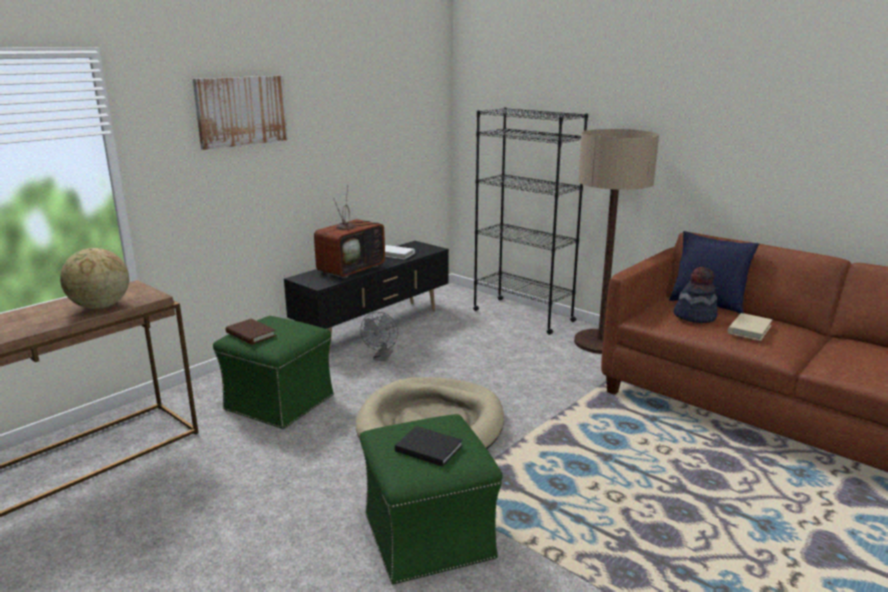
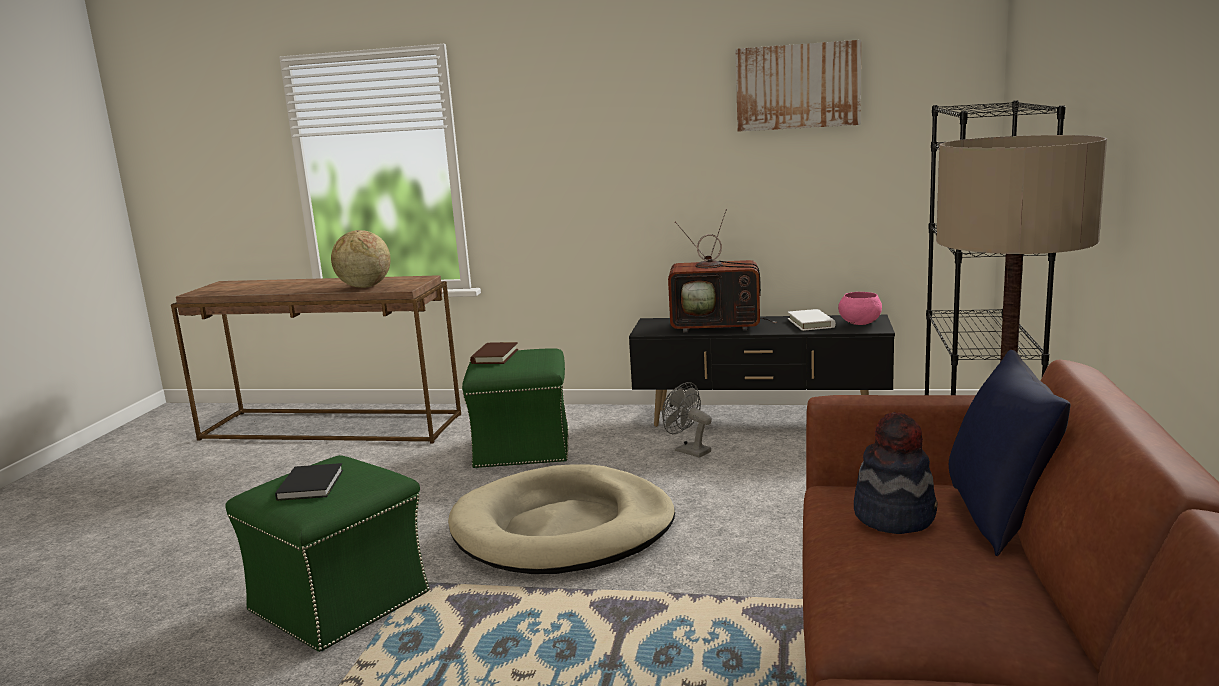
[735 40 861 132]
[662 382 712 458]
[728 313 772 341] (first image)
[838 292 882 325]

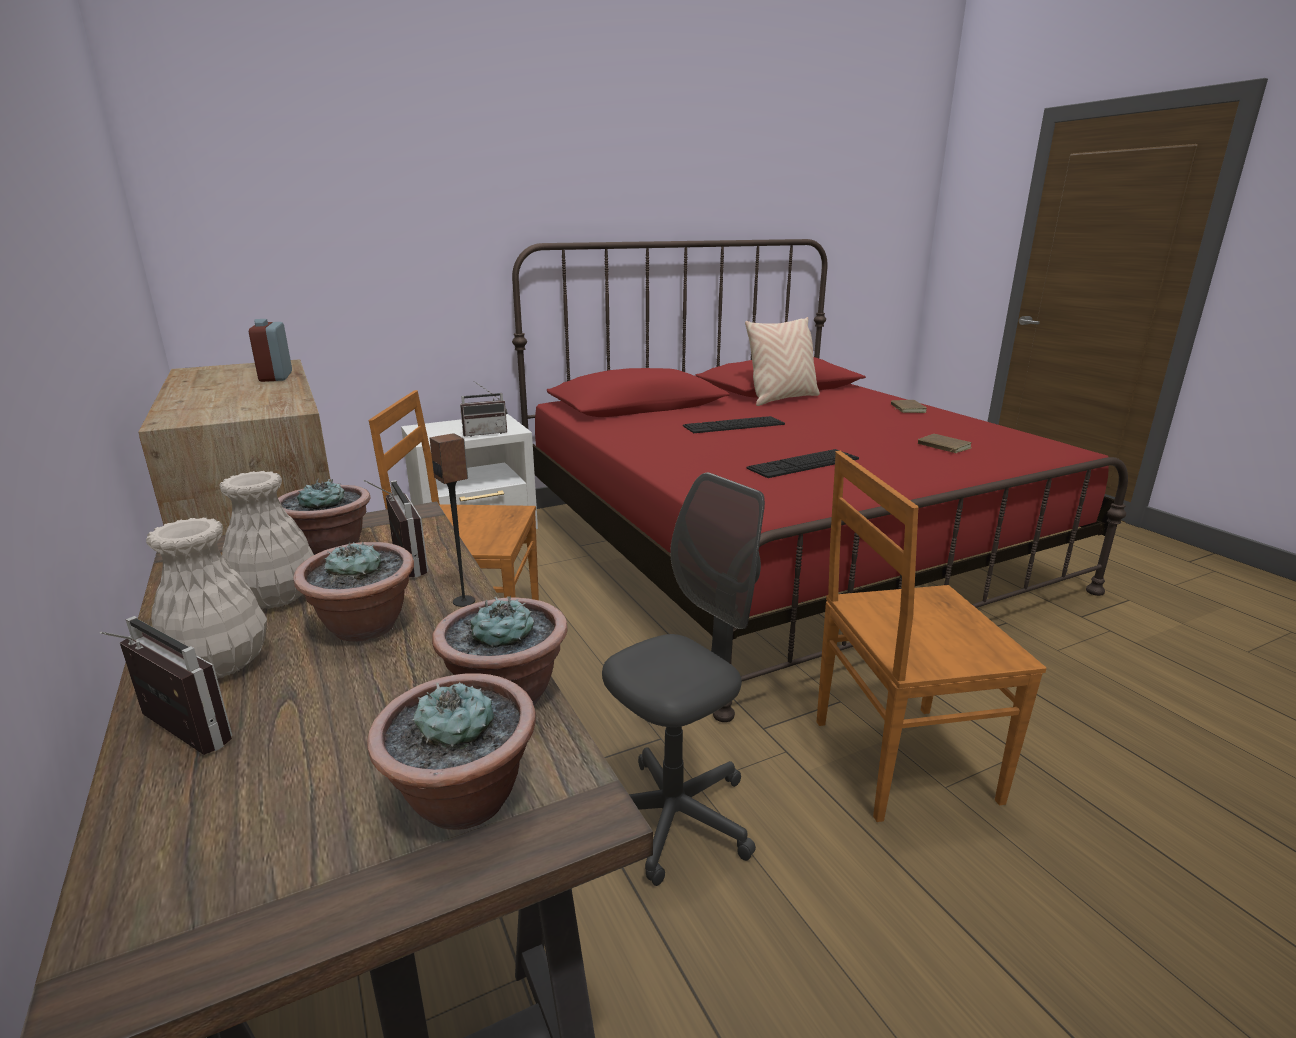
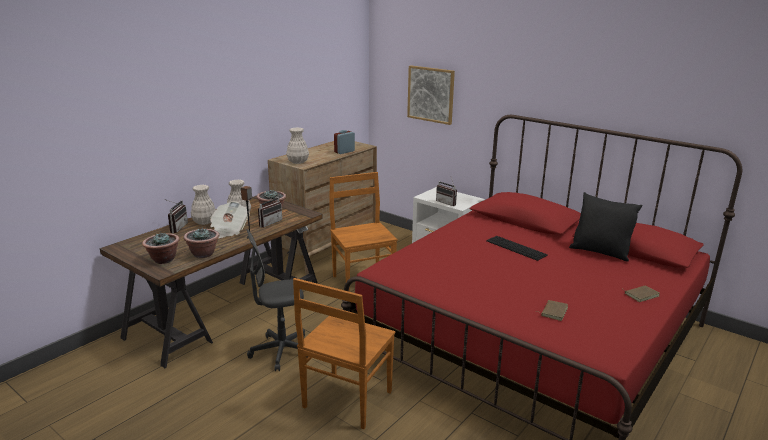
[569 192 643 262]
[746 449 859 478] (first image)
[293 278 395 429]
[246 229 308 371]
[210 201 250 238]
[407 65 455 125]
[286 127 309 164]

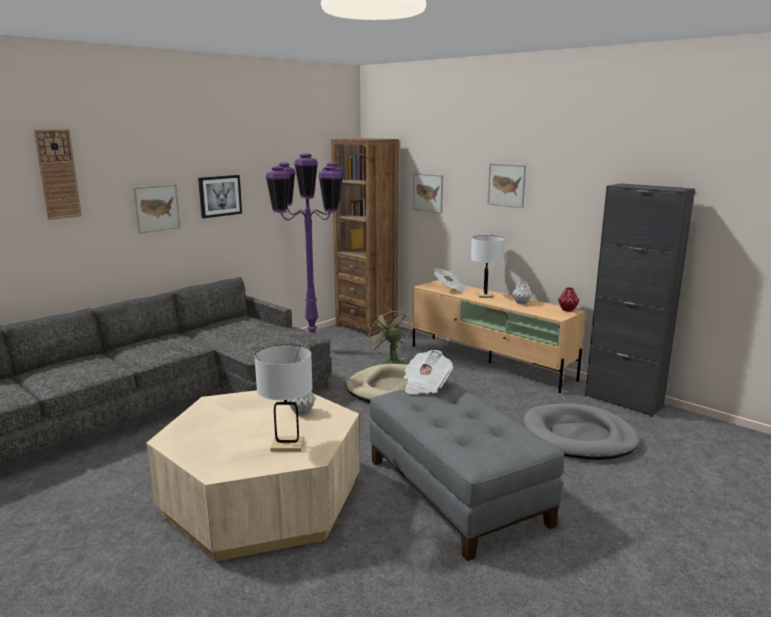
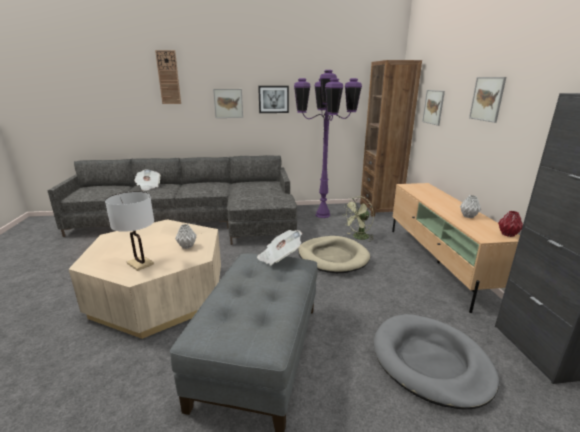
[471 235 505 298] (first image)
[134 169 161 191]
[344 196 374 242]

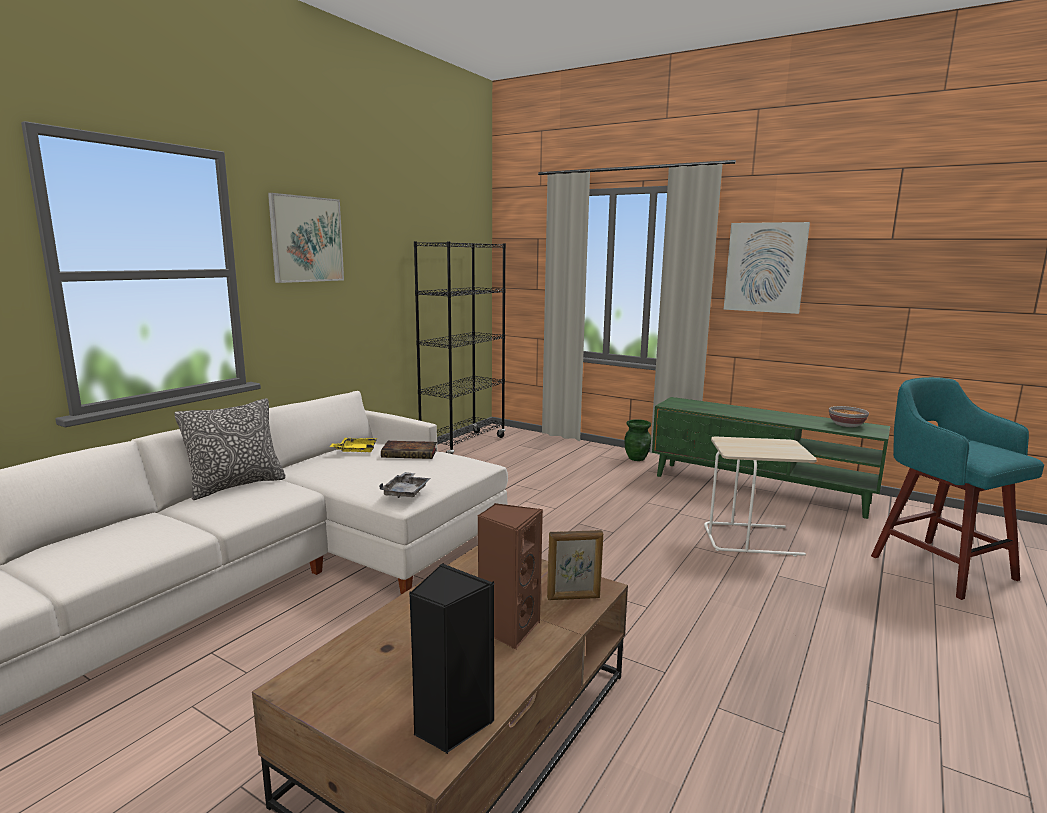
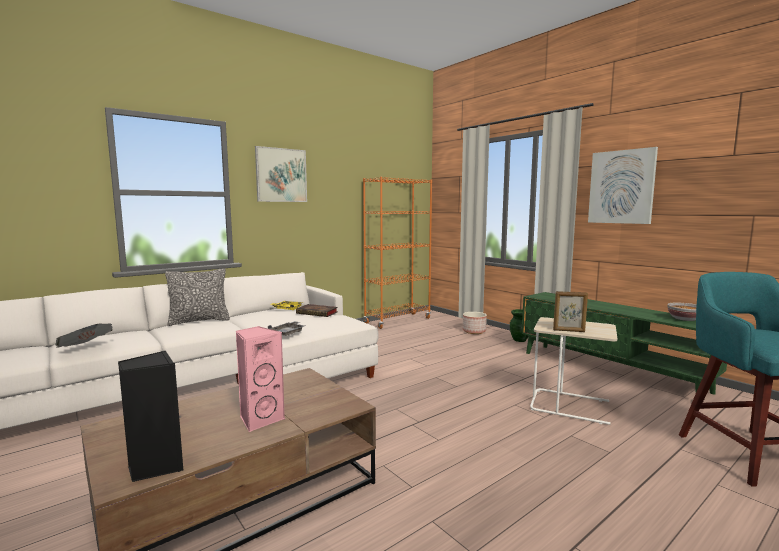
[363 177 432 329]
[236 326 285 432]
[553 291 588 332]
[463 312 487 334]
[55 323 113 347]

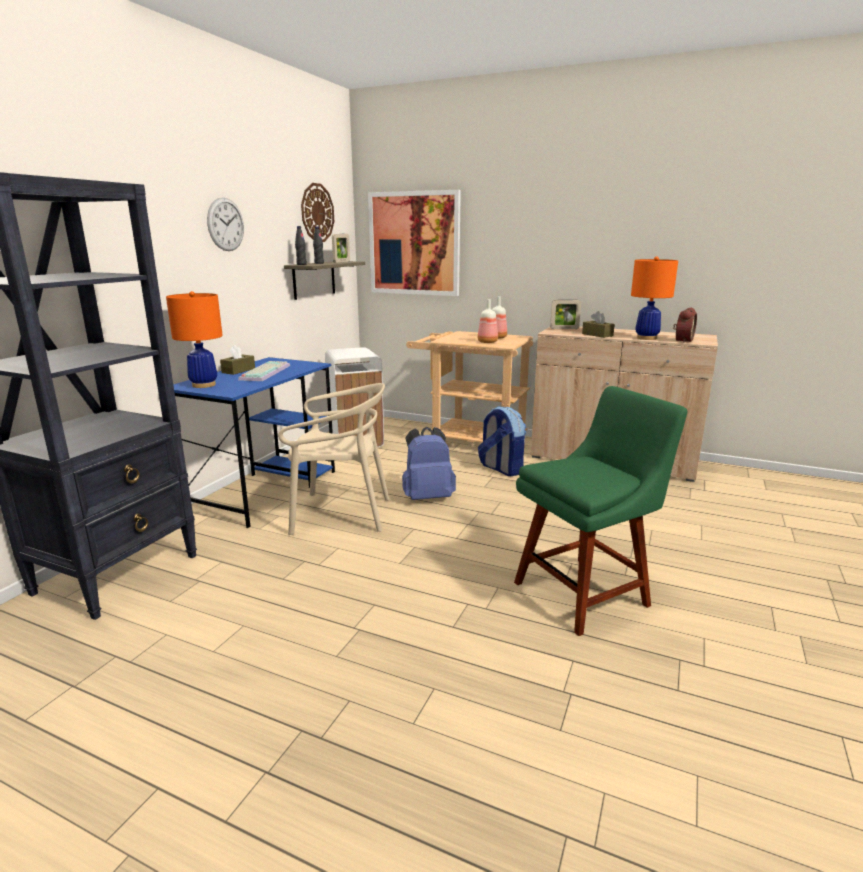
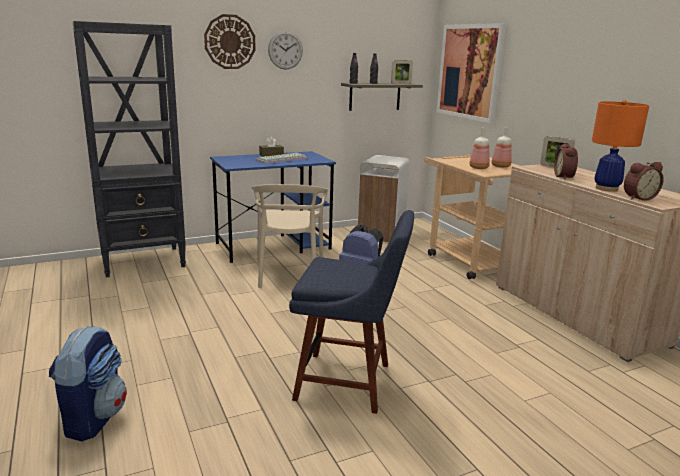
[204 14 255 69]
[166 291 223 388] (first image)
[554 143 578 179]
[252 184 328 288]
[289 210 414 414]
[49 326 127 441]

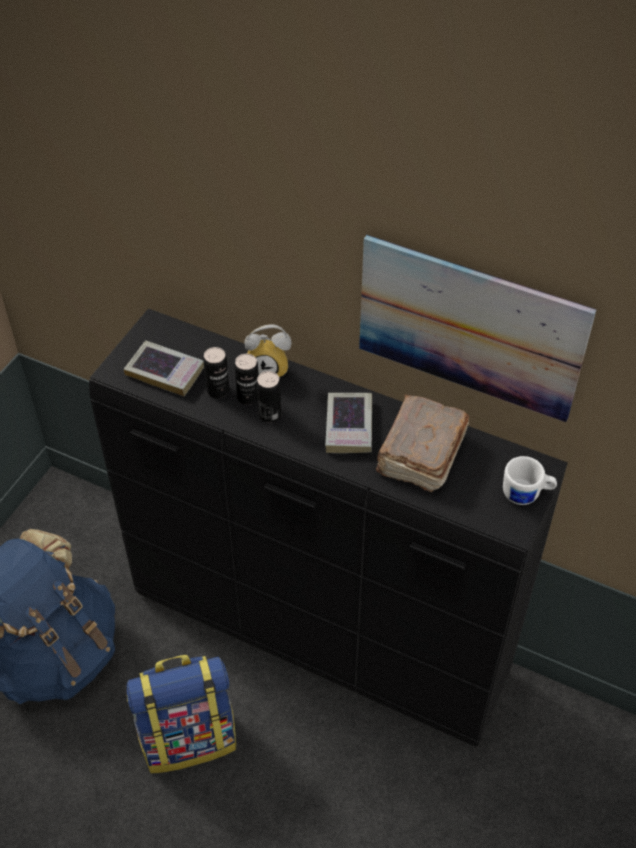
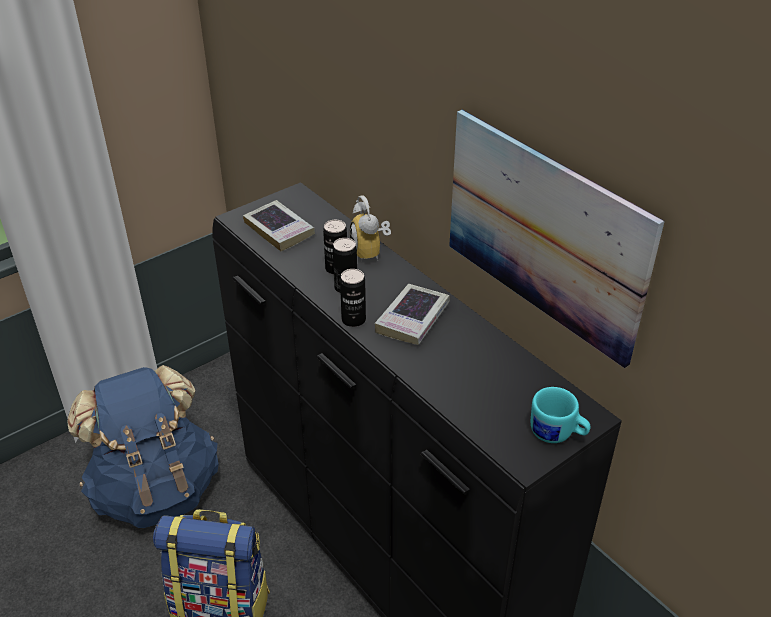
[349 196 391 262]
[340 269 366 327]
[376 395 469 492] (first image)
[531 387 591 443]

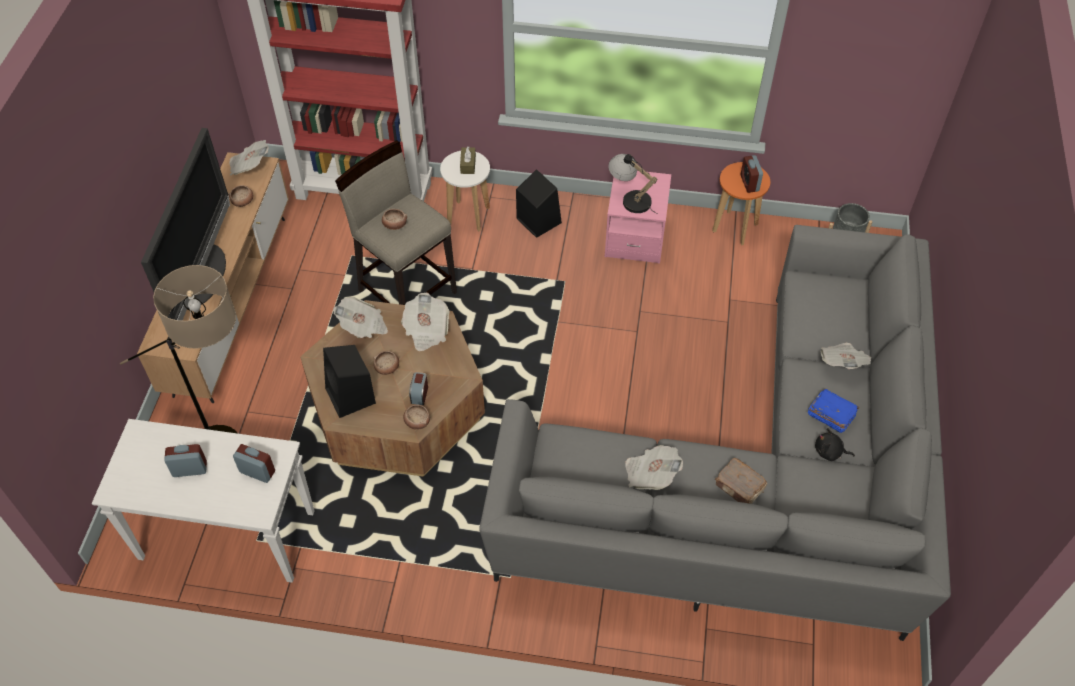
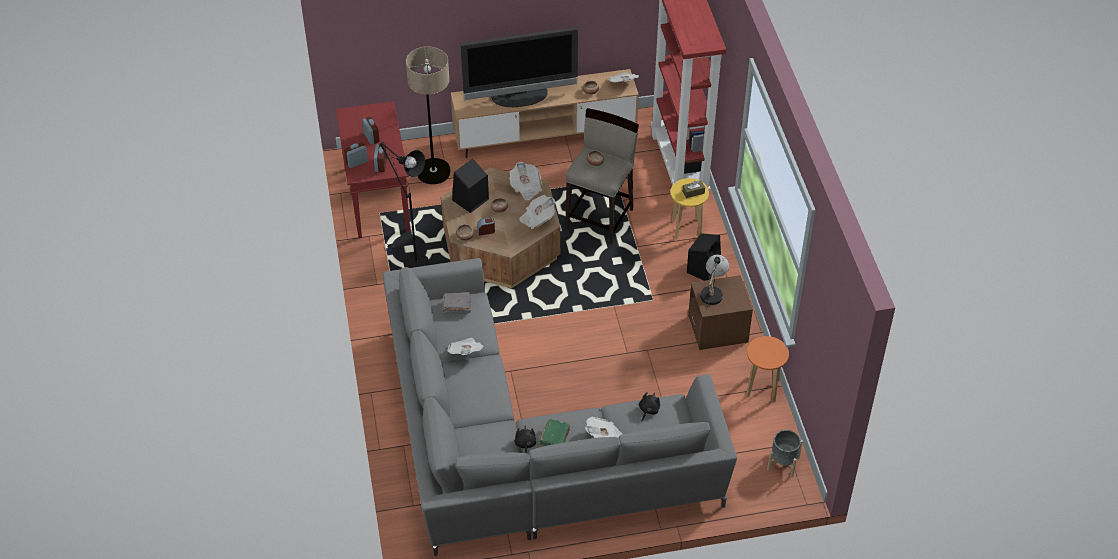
[670 178 709 240]
[344 142 368 168]
[688 275 753 350]
[539 419 570 446]
[336 101 410 239]
[715 458 767 504] (first image)
[380 142 429 268]
[442 292 471 314]
[639 392 660 421]

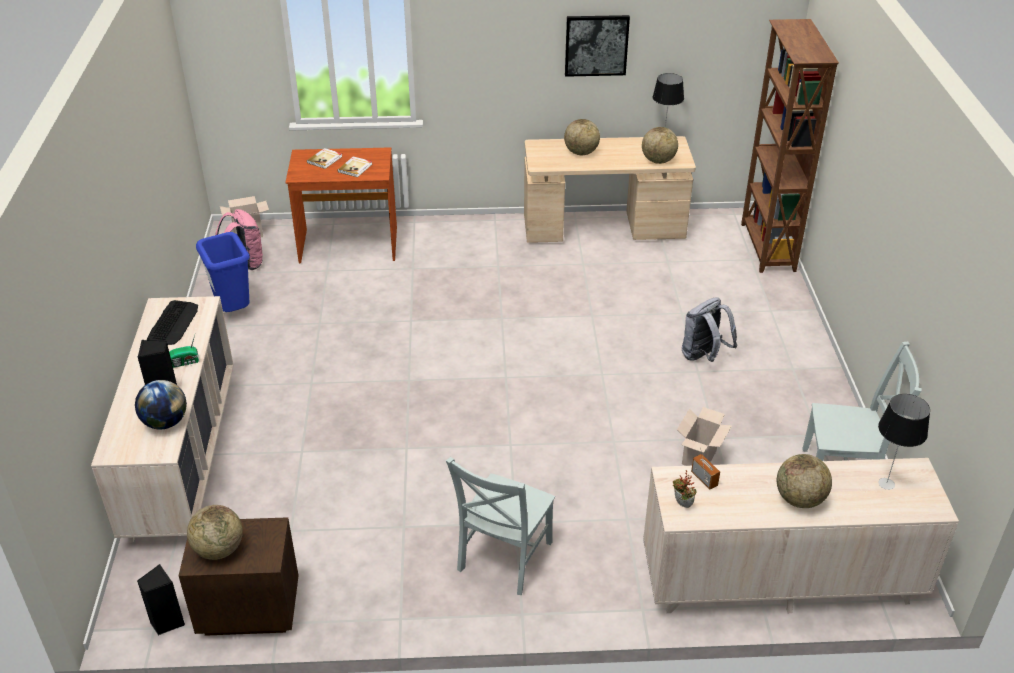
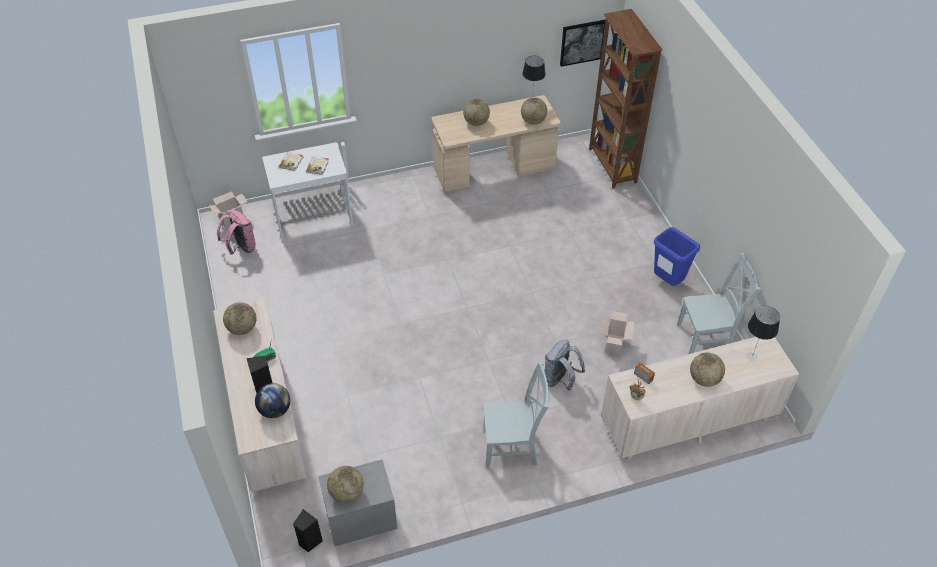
[560 20 605 67]
[262 142 353 240]
[654 227 700 286]
[544 339 585 390]
[223 302 257 335]
[483 362 549 467]
[318 459 397 546]

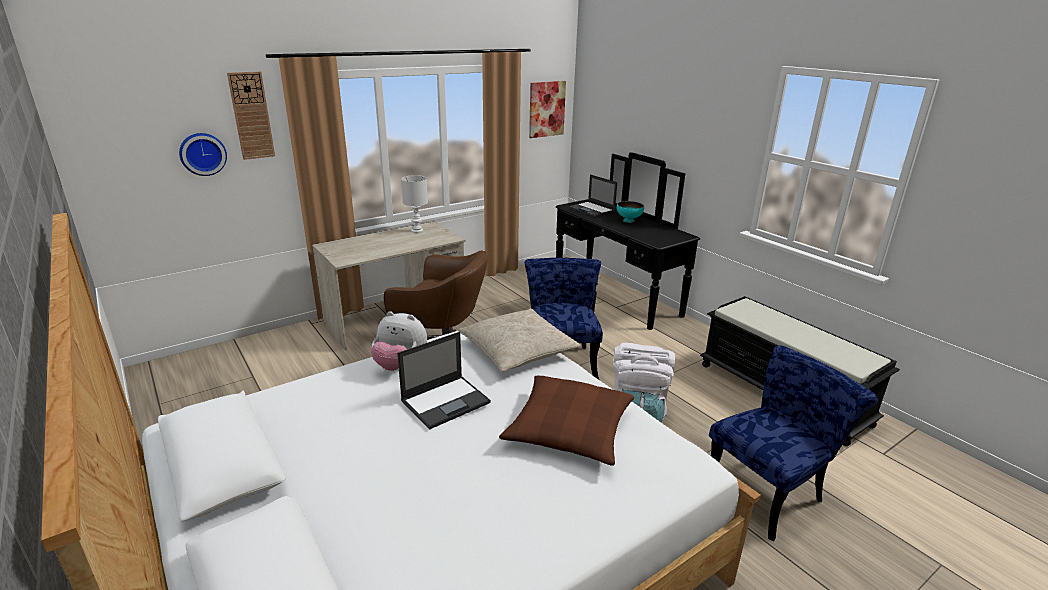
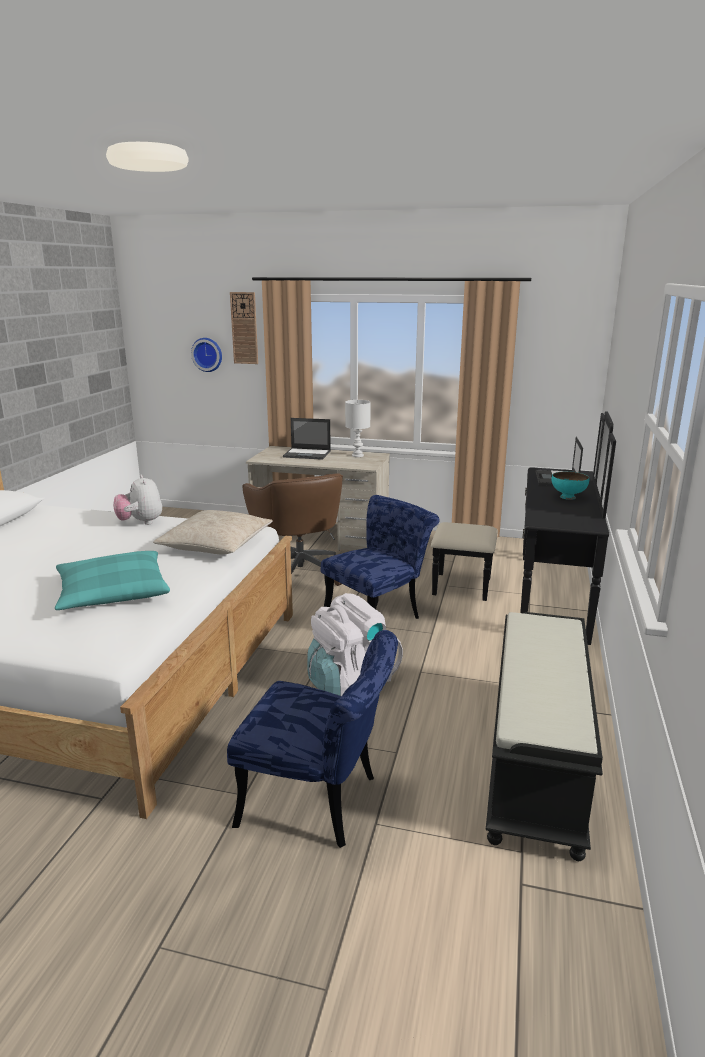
[529 81 566 138] (first image)
[283 418 331 460]
[55 551 170 610]

